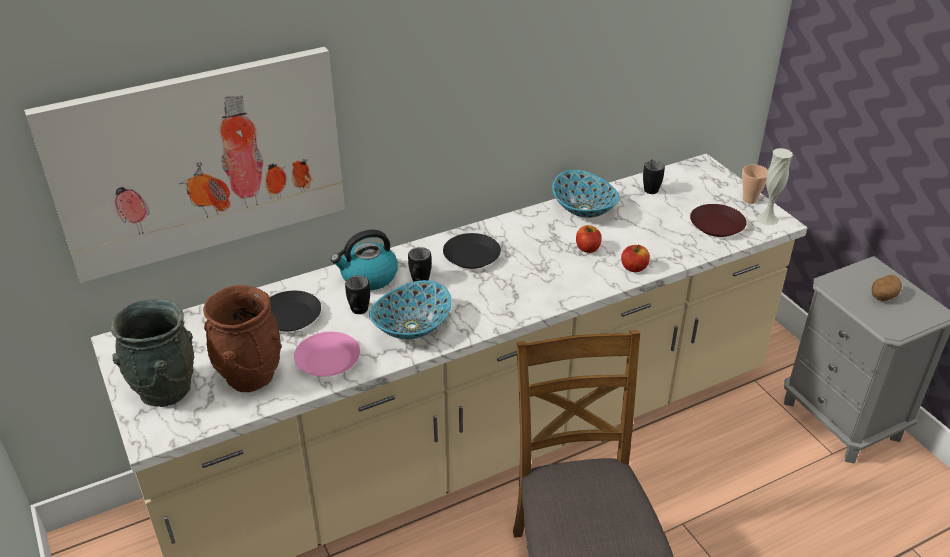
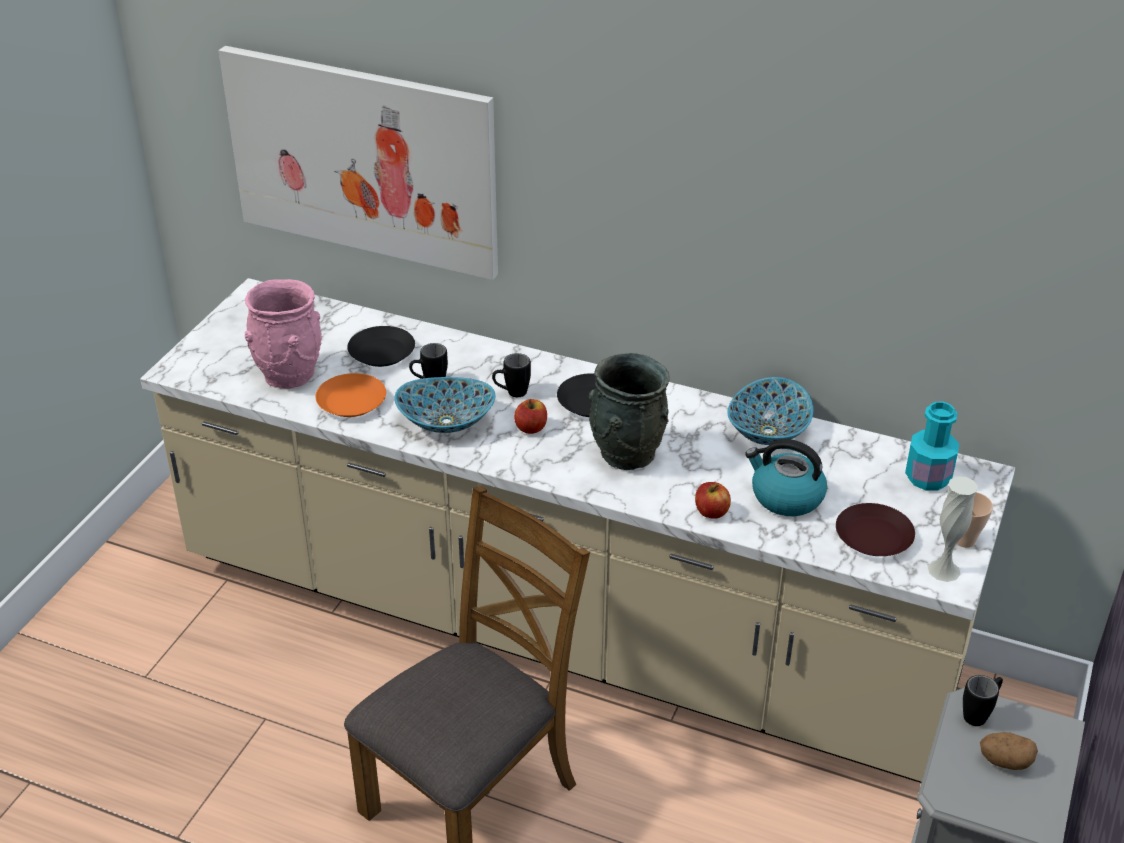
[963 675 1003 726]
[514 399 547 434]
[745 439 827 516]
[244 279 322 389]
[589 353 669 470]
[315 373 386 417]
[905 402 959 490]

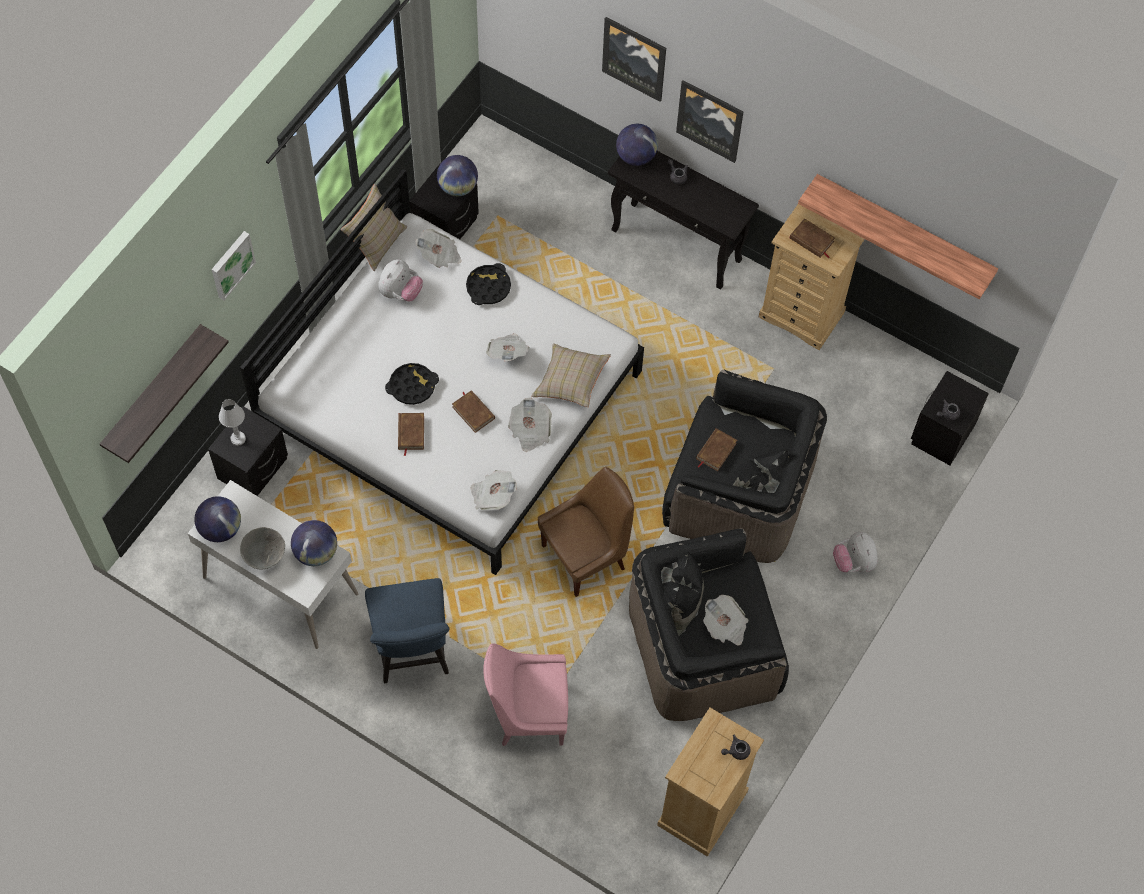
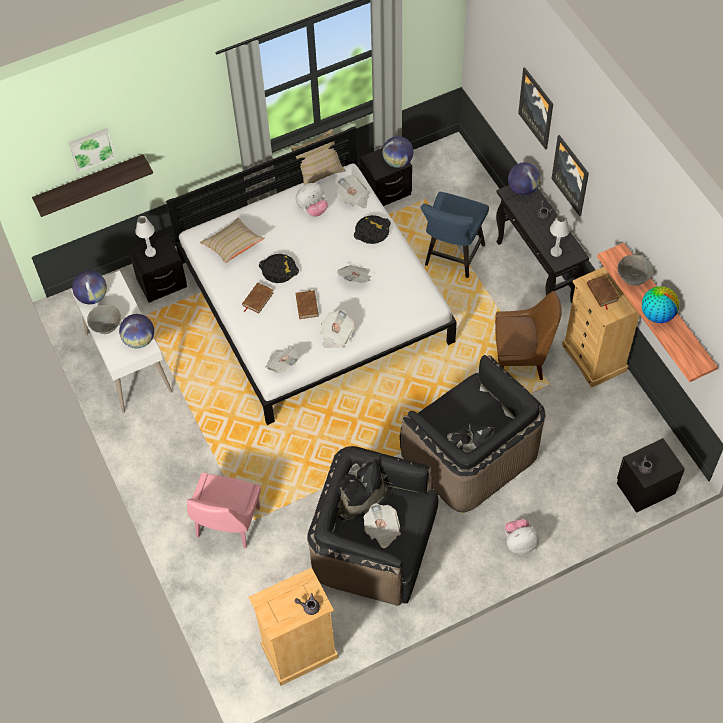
[68 128 116 172]
[200 217 265 263]
[696 428 737 471] (first image)
[495 291 562 380]
[505 519 539 555]
[420 192 489 278]
[187 473 261 549]
[550 214 570 257]
[617 255 654 286]
[642 286 679 323]

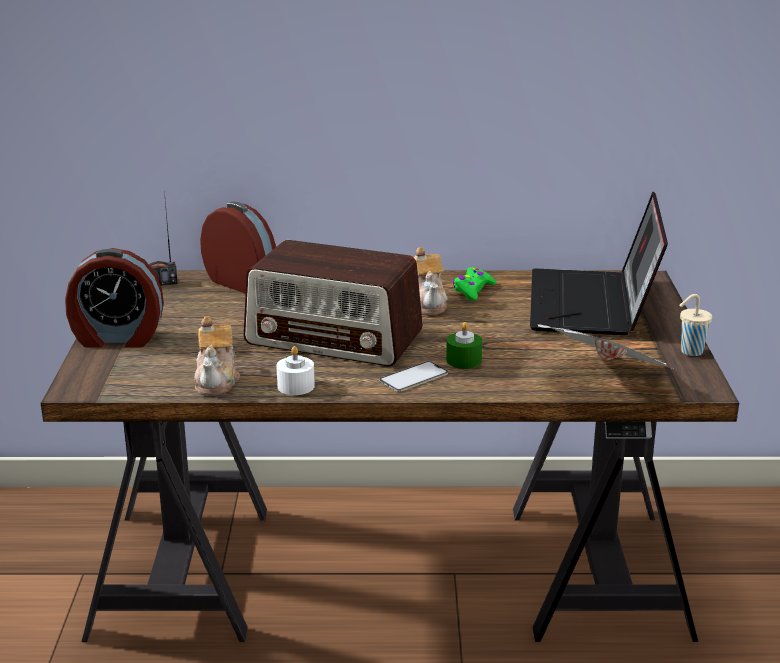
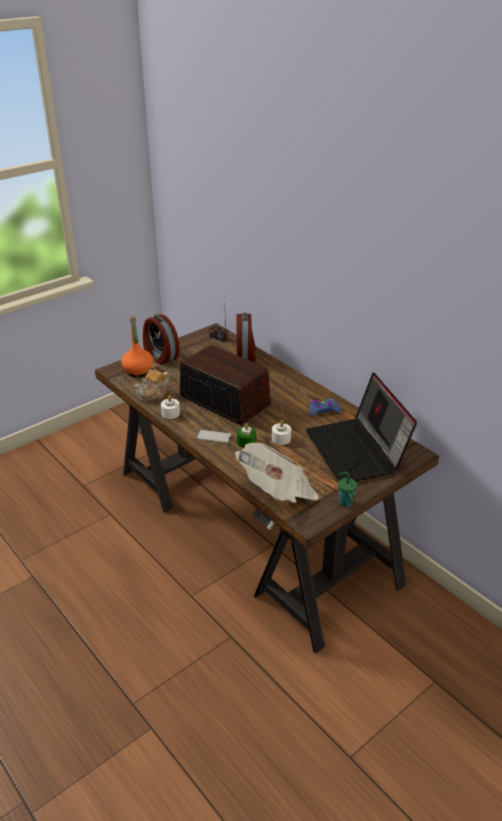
[305 373 417 482]
[180 345 271 425]
[414 247 448 315] (first image)
[309 398 340 417]
[338 472 357 507]
[121 316 153 377]
[272 420 291 445]

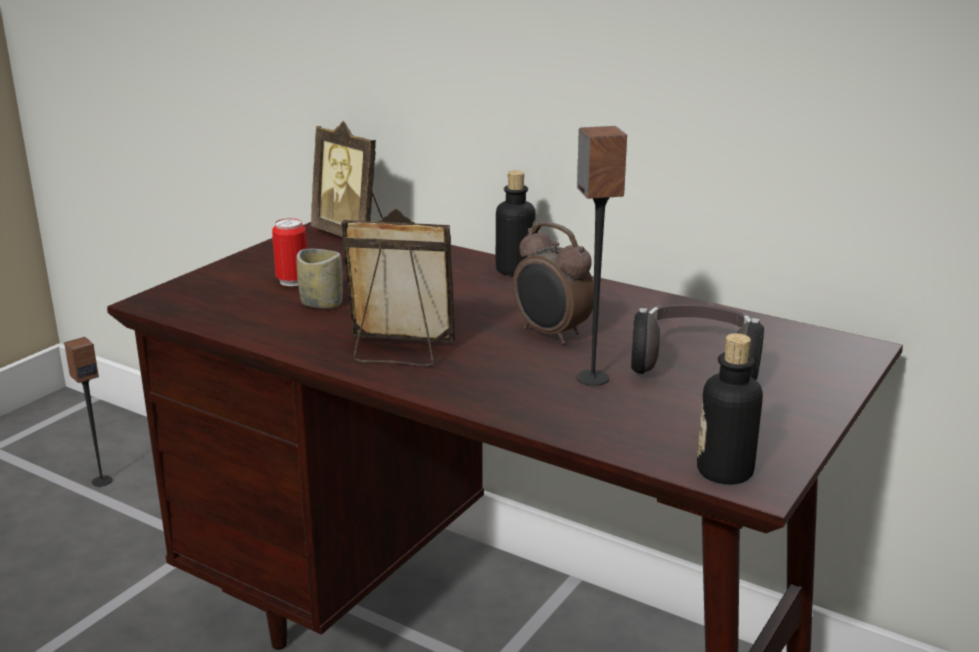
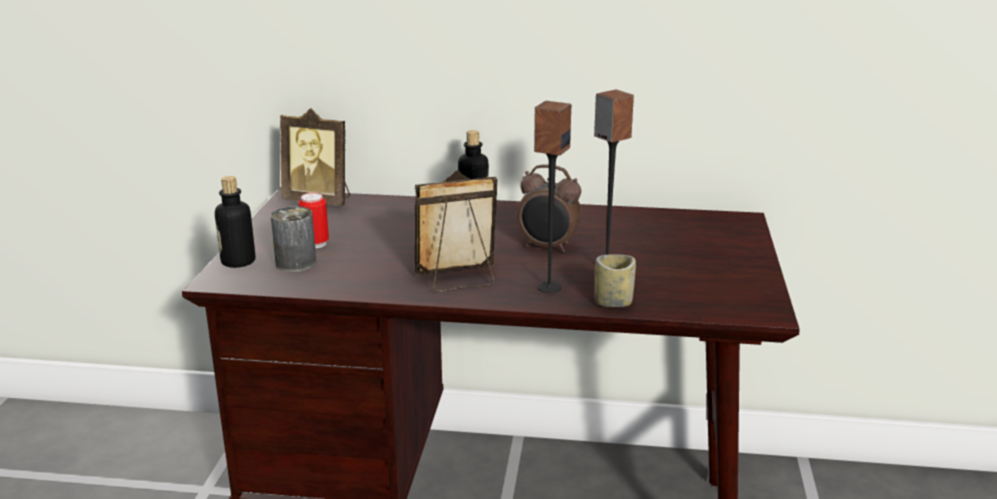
[595 255 636 307]
[631 304 764 381] (first image)
[215 176 255 268]
[534 101 571 293]
[271 206 316 272]

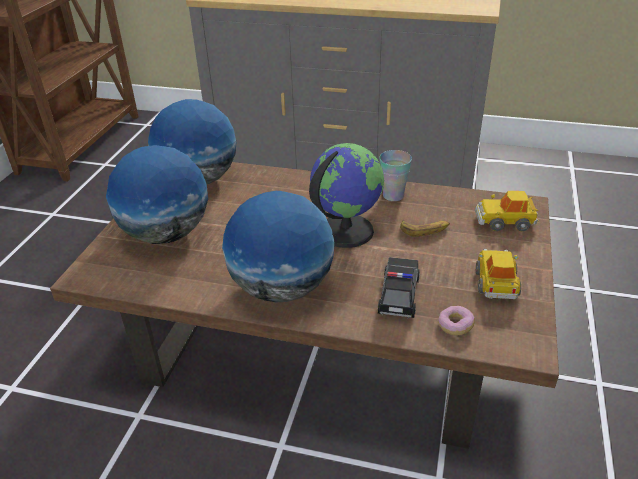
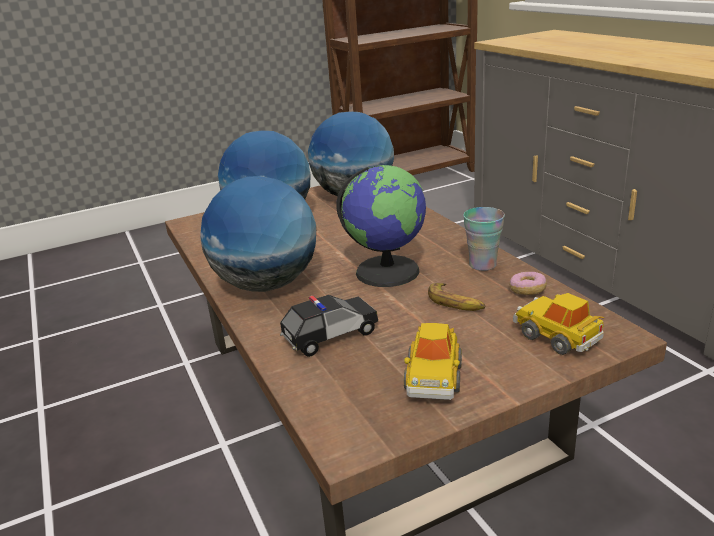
[404 323 462 400]
[510 272 547 295]

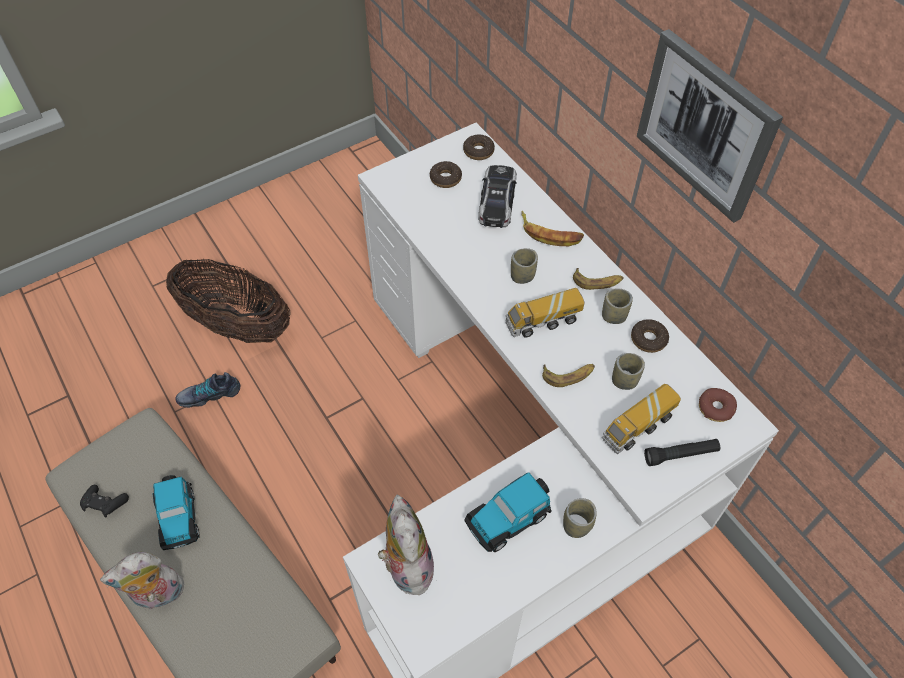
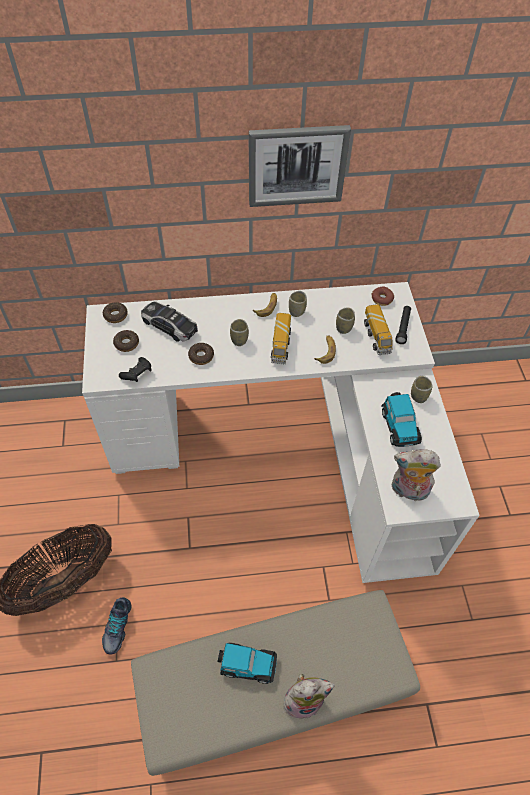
[521 211 584 246] (first image)
[188 343 214 365]
[119 357 152 382]
[283 673 335 719]

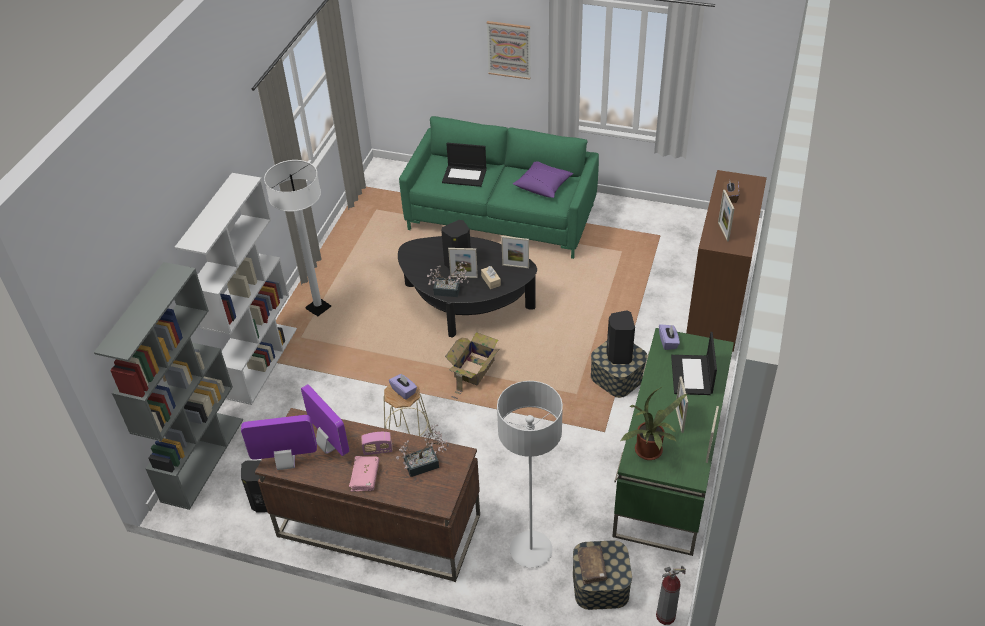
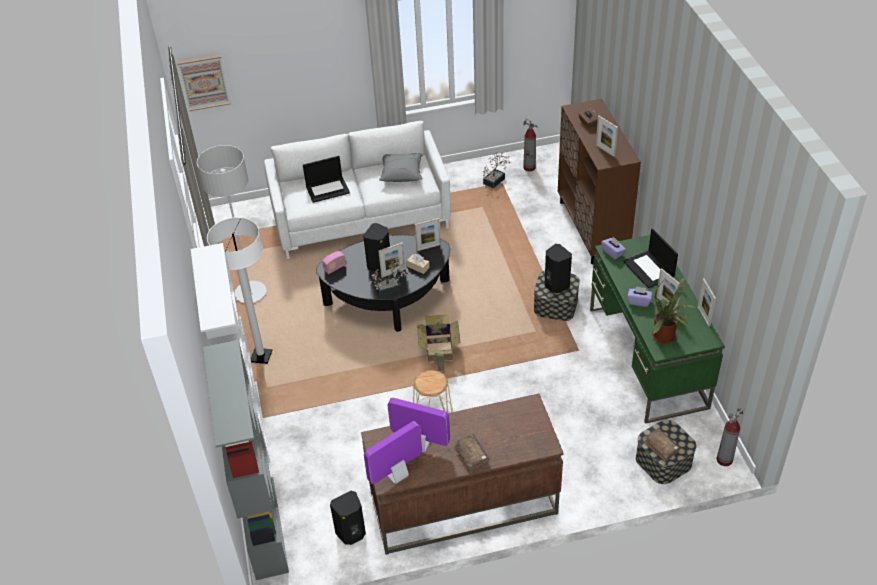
[177 55 231 111]
[264 121 451 259]
[379 153 423 182]
[627 286 652 307]
[197 145 267 303]
[483 152 510 188]
[322 251 346 274]
[454 434 489 471]
[523 118 538 172]

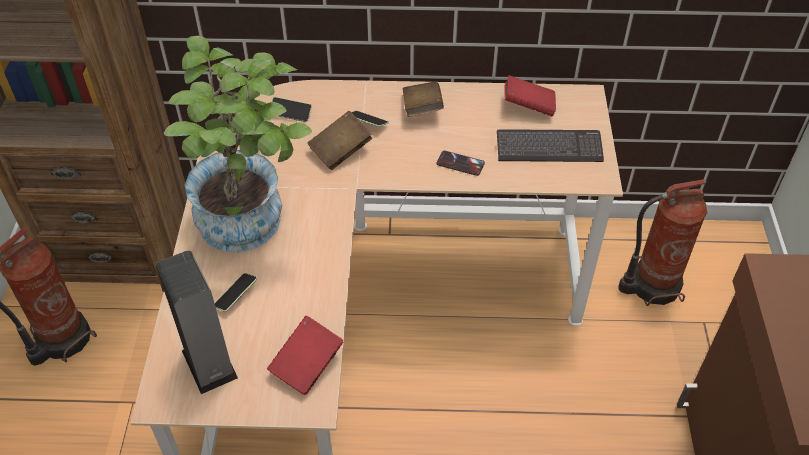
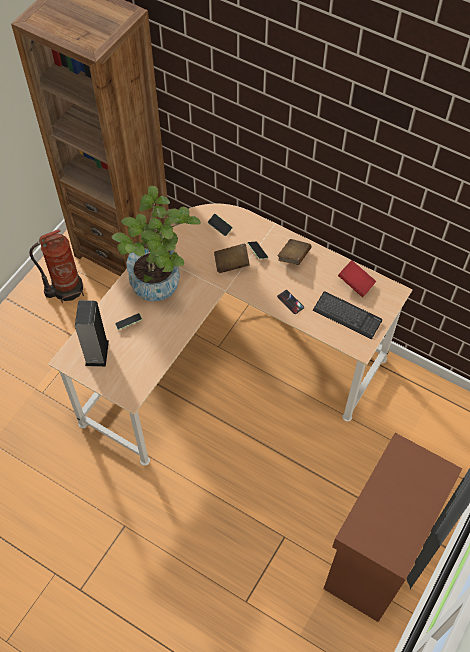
[619 180 707 306] (first image)
[267 316 343 395] (first image)

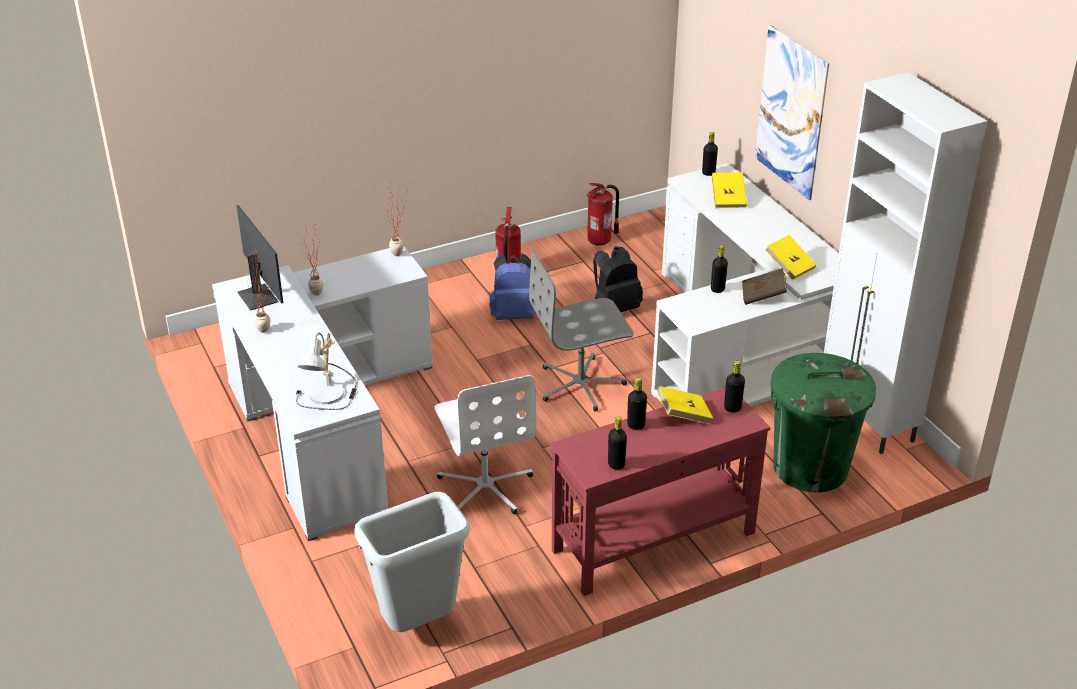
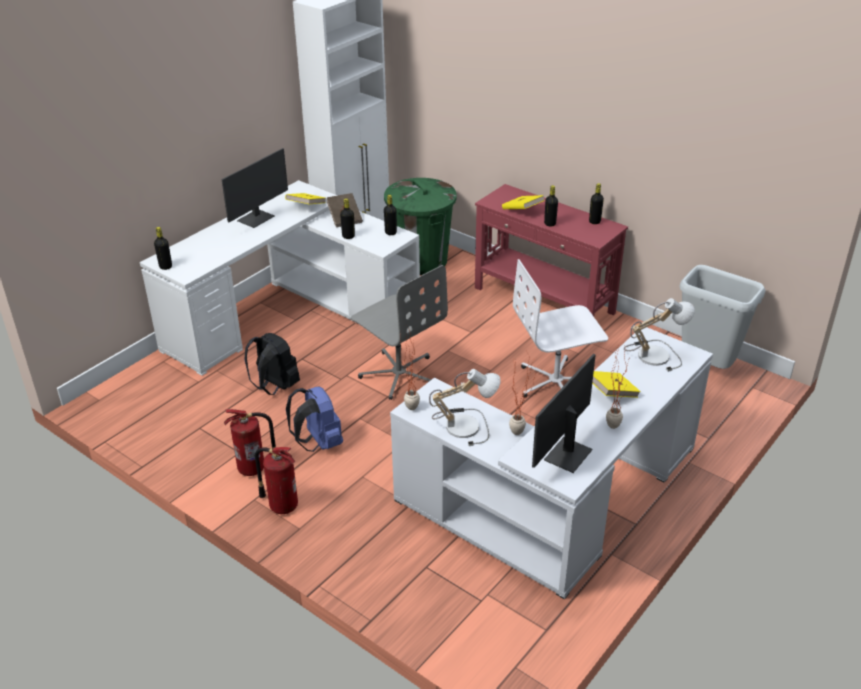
[755 25 829 200] (first image)
[592 371 641 398]
[255 447 298 514]
[384 195 397 235]
[513 259 608 398]
[221 148 288 228]
[429 369 501 446]

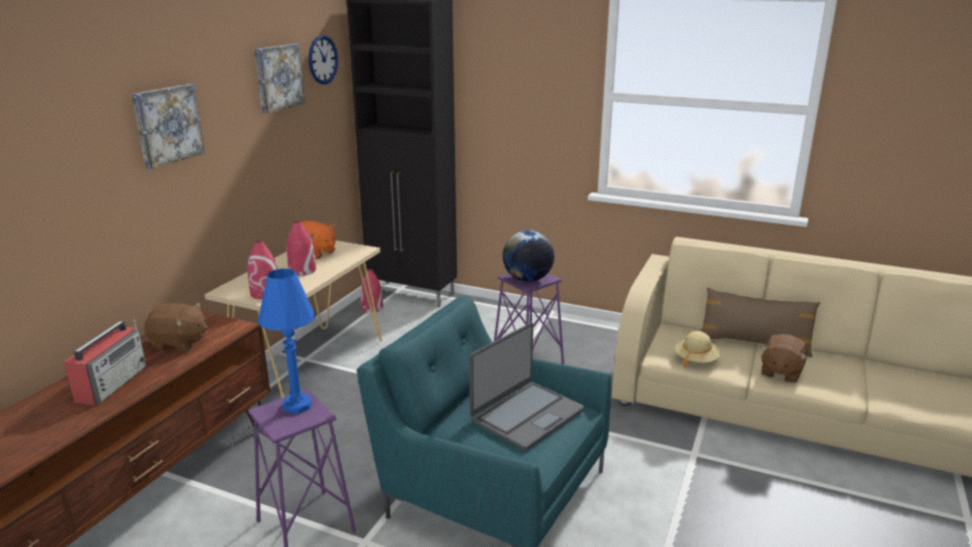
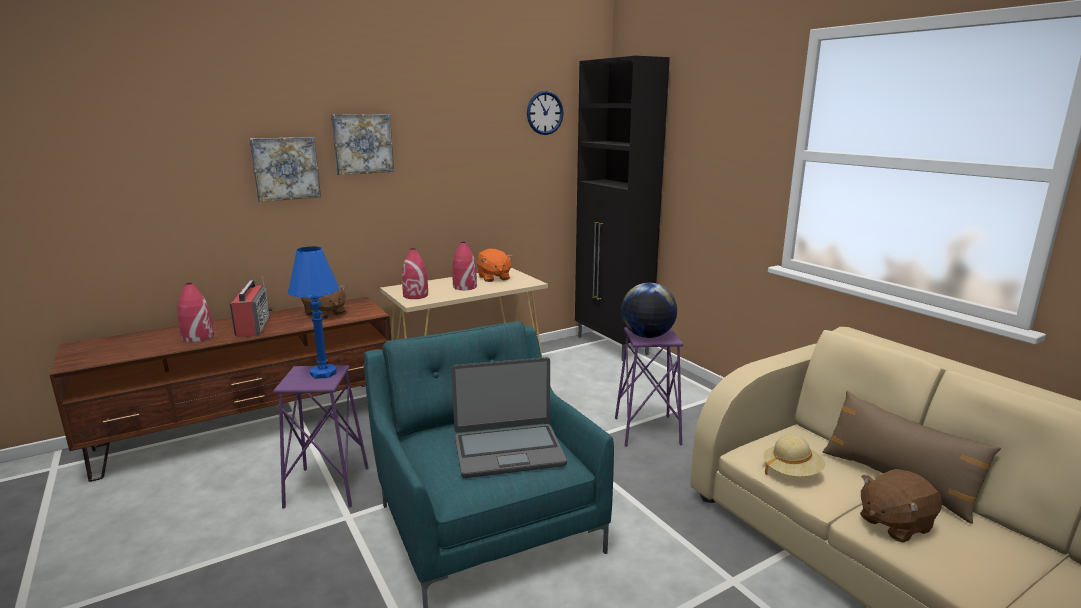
[249 137 321 202]
[178 283 214 342]
[230 277 272 338]

